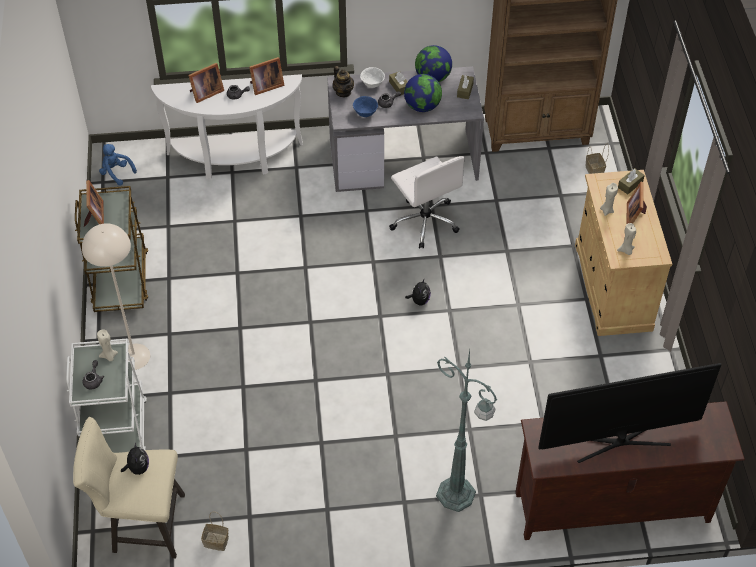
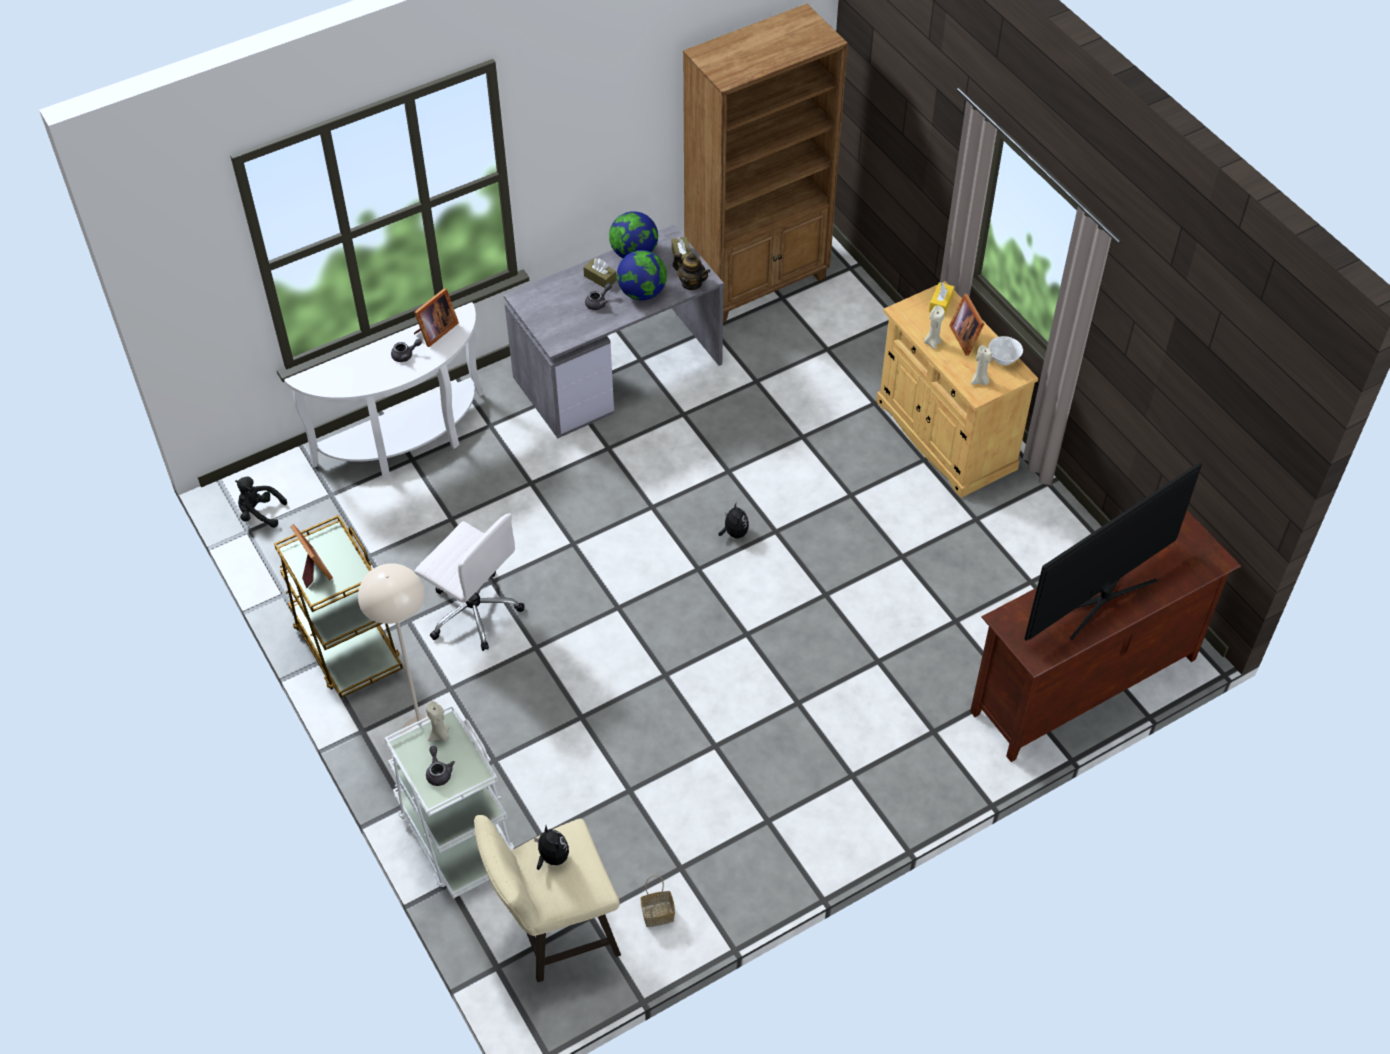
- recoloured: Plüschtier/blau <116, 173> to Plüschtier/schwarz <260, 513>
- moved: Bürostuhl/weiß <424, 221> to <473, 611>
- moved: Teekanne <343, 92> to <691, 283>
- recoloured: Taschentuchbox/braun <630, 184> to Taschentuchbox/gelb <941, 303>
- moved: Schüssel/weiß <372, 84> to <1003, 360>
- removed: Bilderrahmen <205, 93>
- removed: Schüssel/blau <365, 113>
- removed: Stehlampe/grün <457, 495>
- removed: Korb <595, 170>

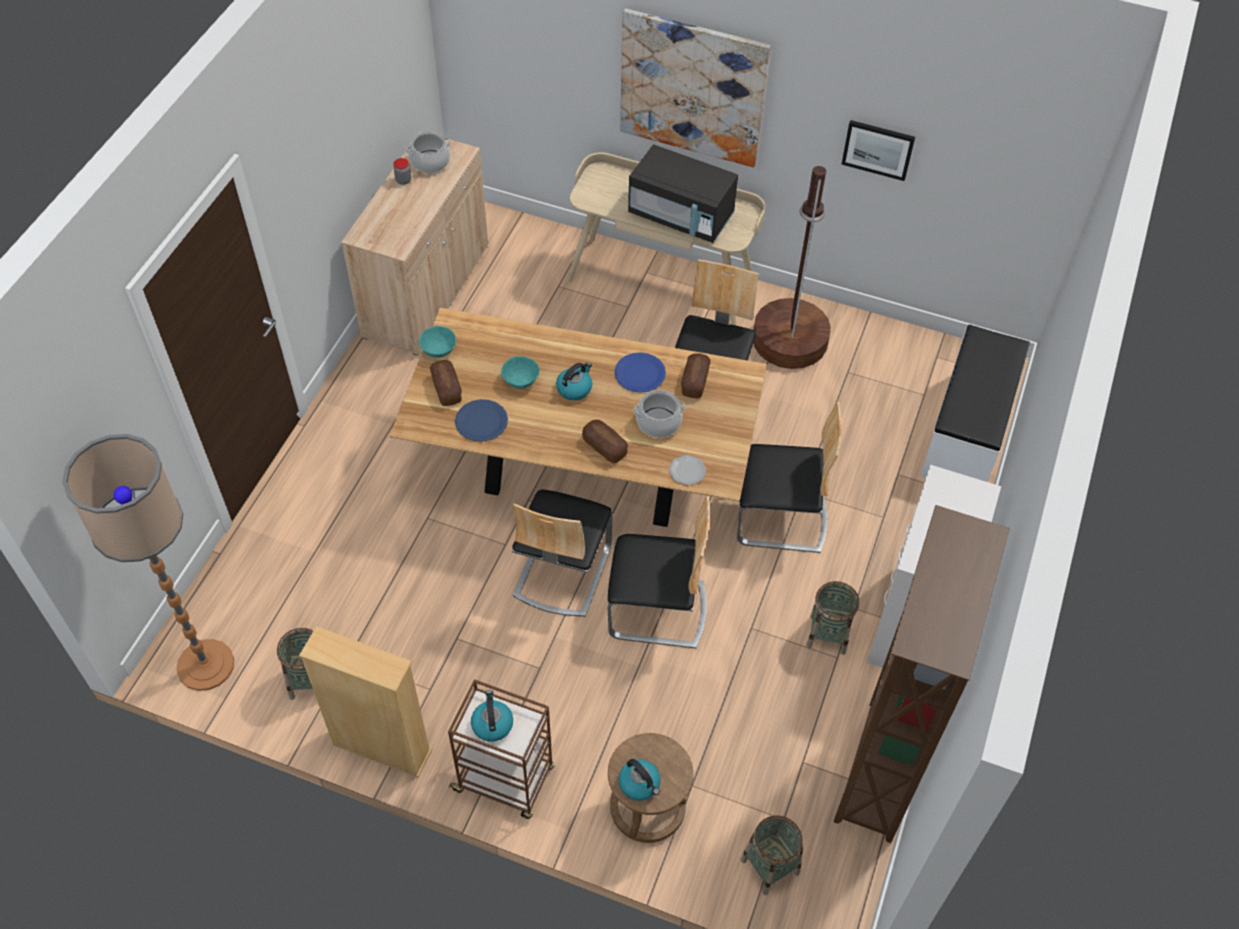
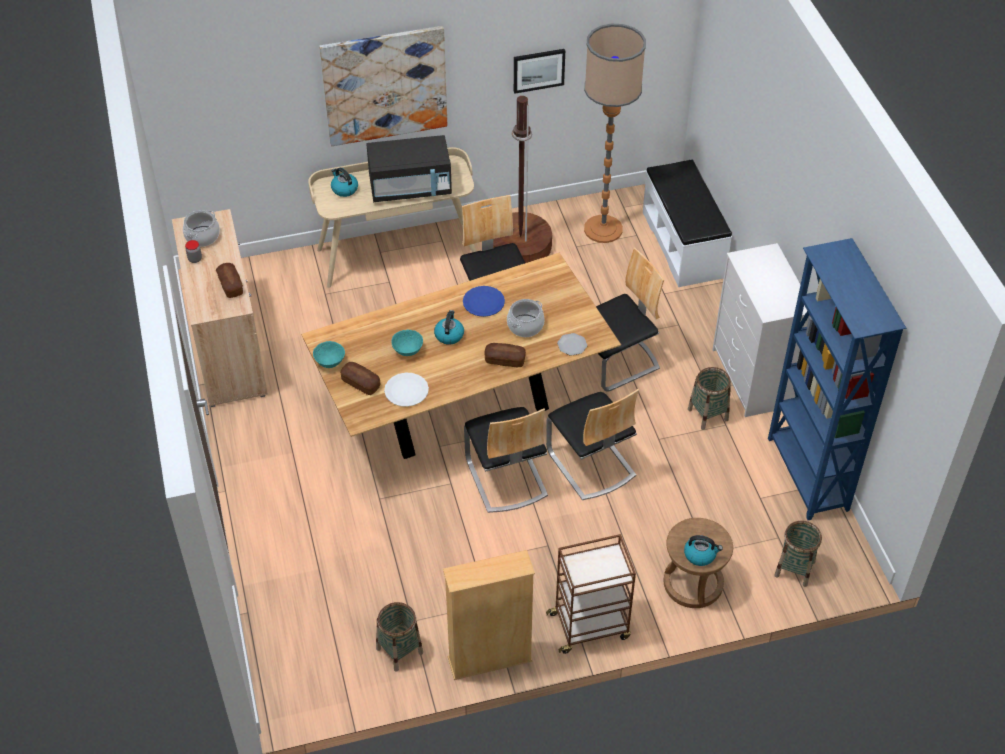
- moved: Brot <695, 381> to <230, 285>
- moved: Wasserkessel <492, 724> to <344, 189>
- recoloured: Teller/blau <481, 421> to Teller/weiß <406, 390>
- turned: Stuhl <657, 610> = <590, 464> 90 degrees clockwise
- moved: Stehlampe <205, 665> to <603, 229>
- recoloured: Bücherregal/braun <878, 770> to Bücherregal/blau <807, 475>

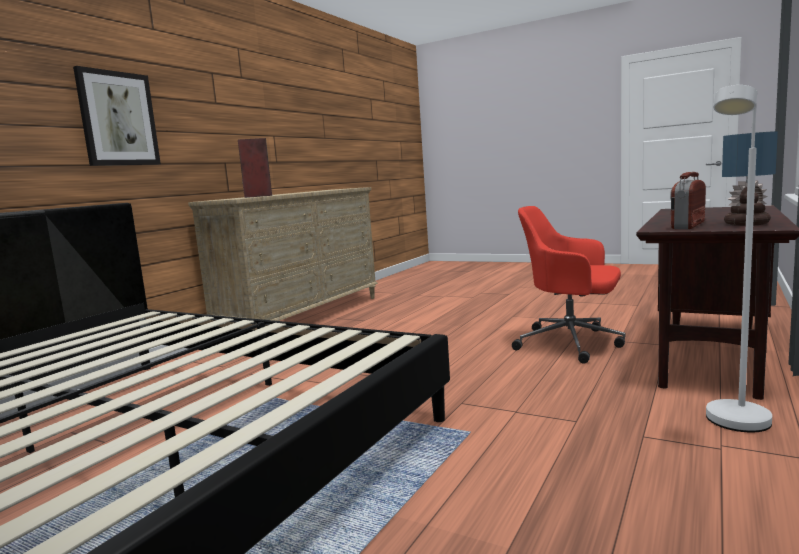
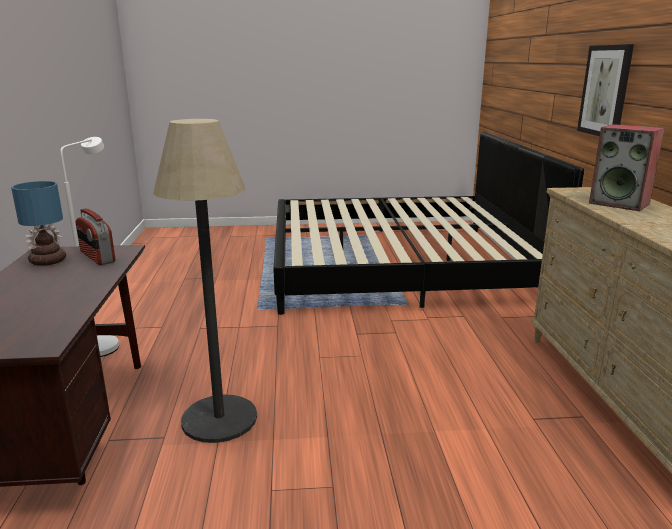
- turned: Radio <687, 226> = <97, 257> 135 degrees clockwise
- replaced: Bürostuhl/rot <571, 343> to Stehlampe <219, 419>

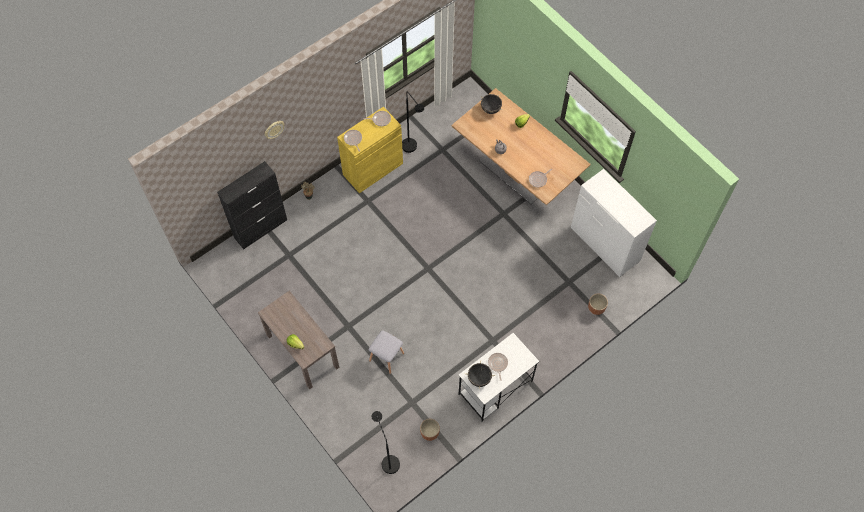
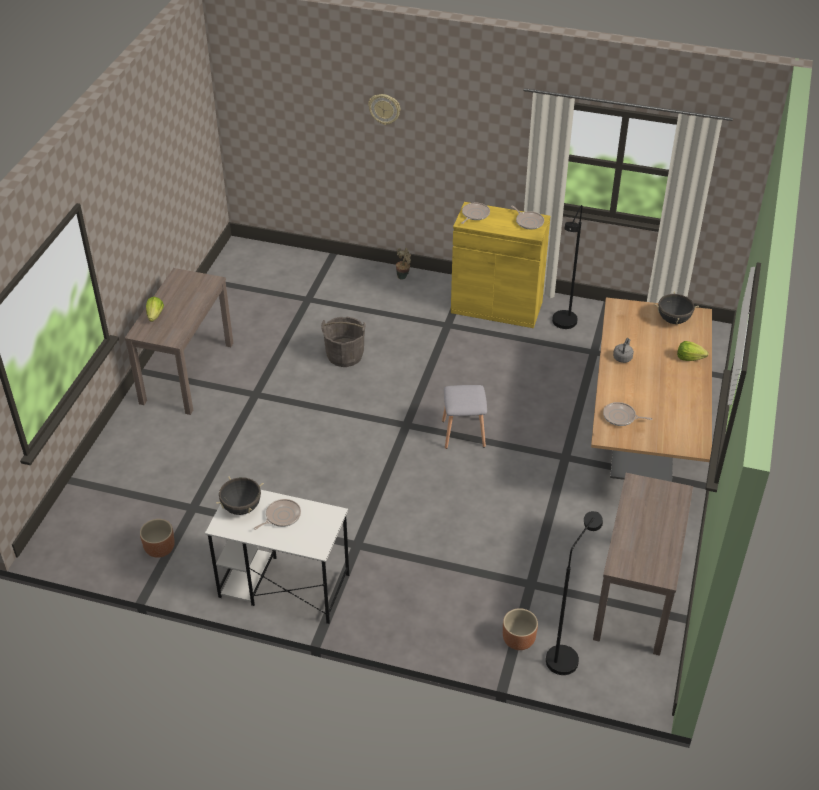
- added: Eimer/grau <345, 355>
- moved: Hocker/grau <386, 356> to <464, 433>
- moved: Stehlampe/schwarz <388, 460> to <565, 654>
- replaced: Kommode/weiß <605, 244> to Konsolentisch/braun <636, 595>
- removed: Schrank/schwarz <261, 228>

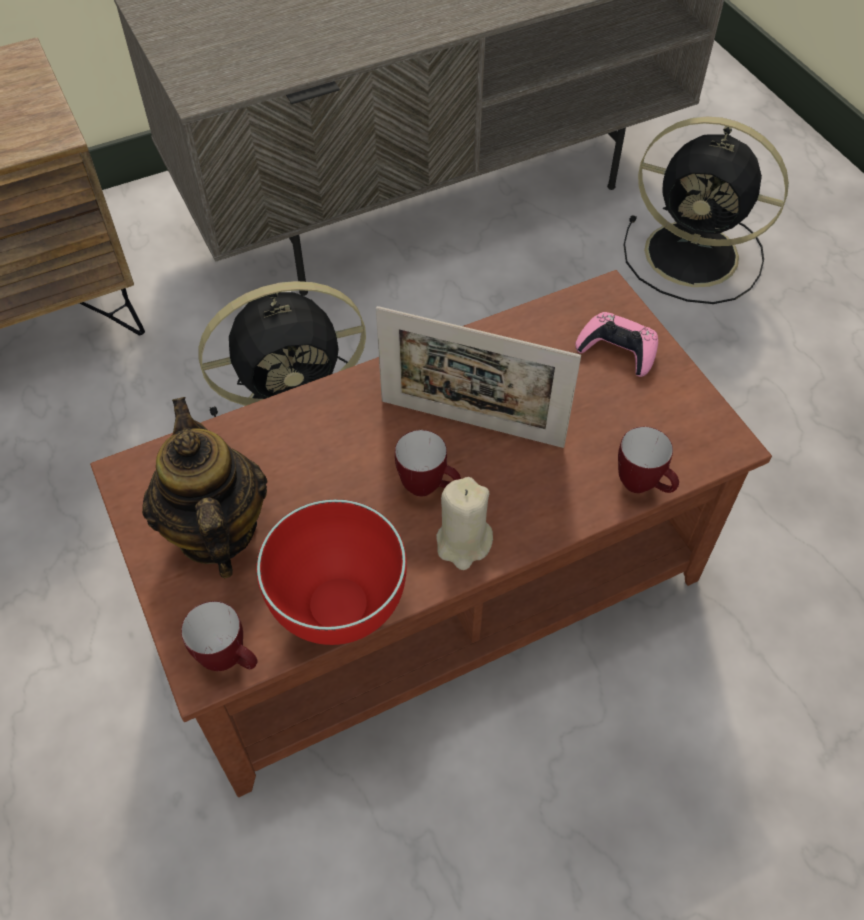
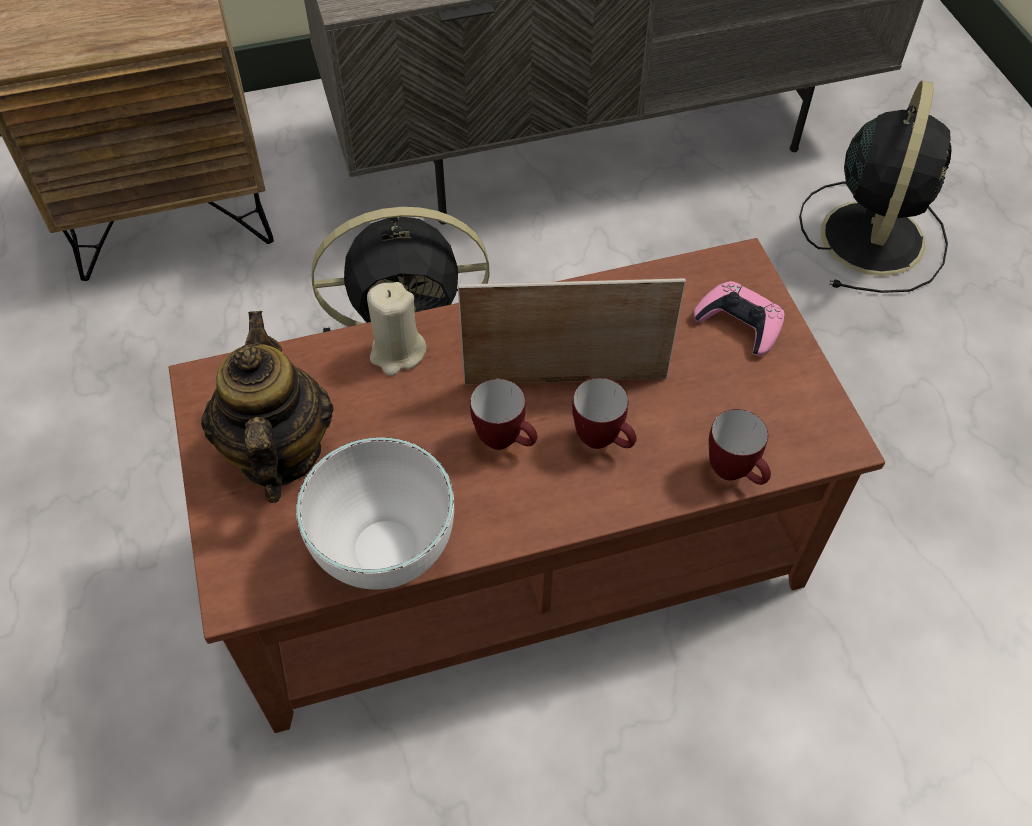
- recoloured: Schüssel/rot <336, 610> to Schüssel/weiß <382, 554>
- moved: Kerze/beige <463, 543> to <397, 353>
- turned: Bilderrahmen <471, 423> = <565, 380> 150 degrees clockwise
- moved: Henkelbecher <230, 660> to <603, 441>
- turned: Ventilator/schwarz <695, 255> = <872, 234> 105 degrees counterclockwise

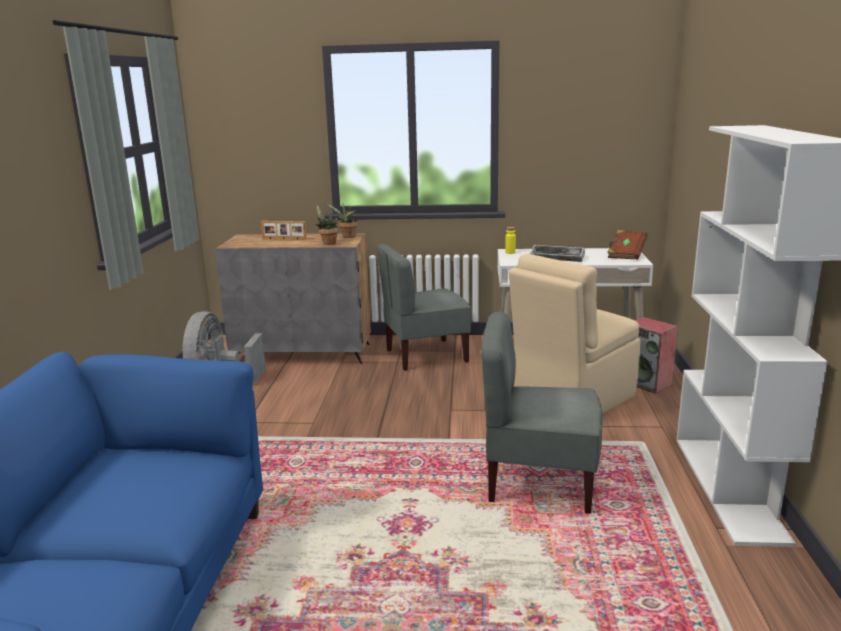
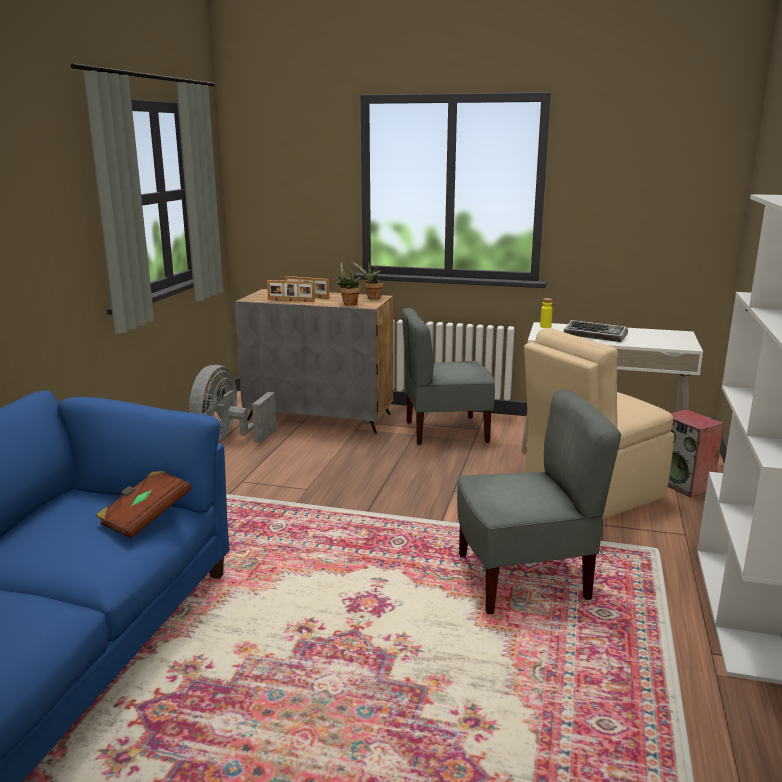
- moved: Buch/braun <625, 254> to <145, 517>
- added: Bilderrahmen <291, 300>
- turned: Stuhl/grau <538, 483> = <523, 579> 150 degrees clockwise

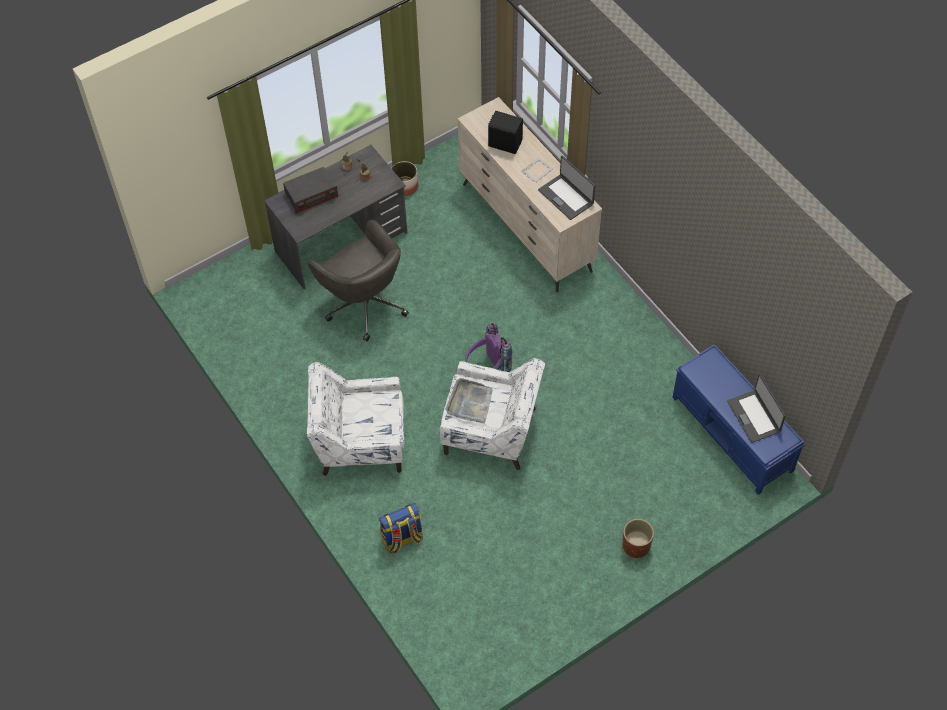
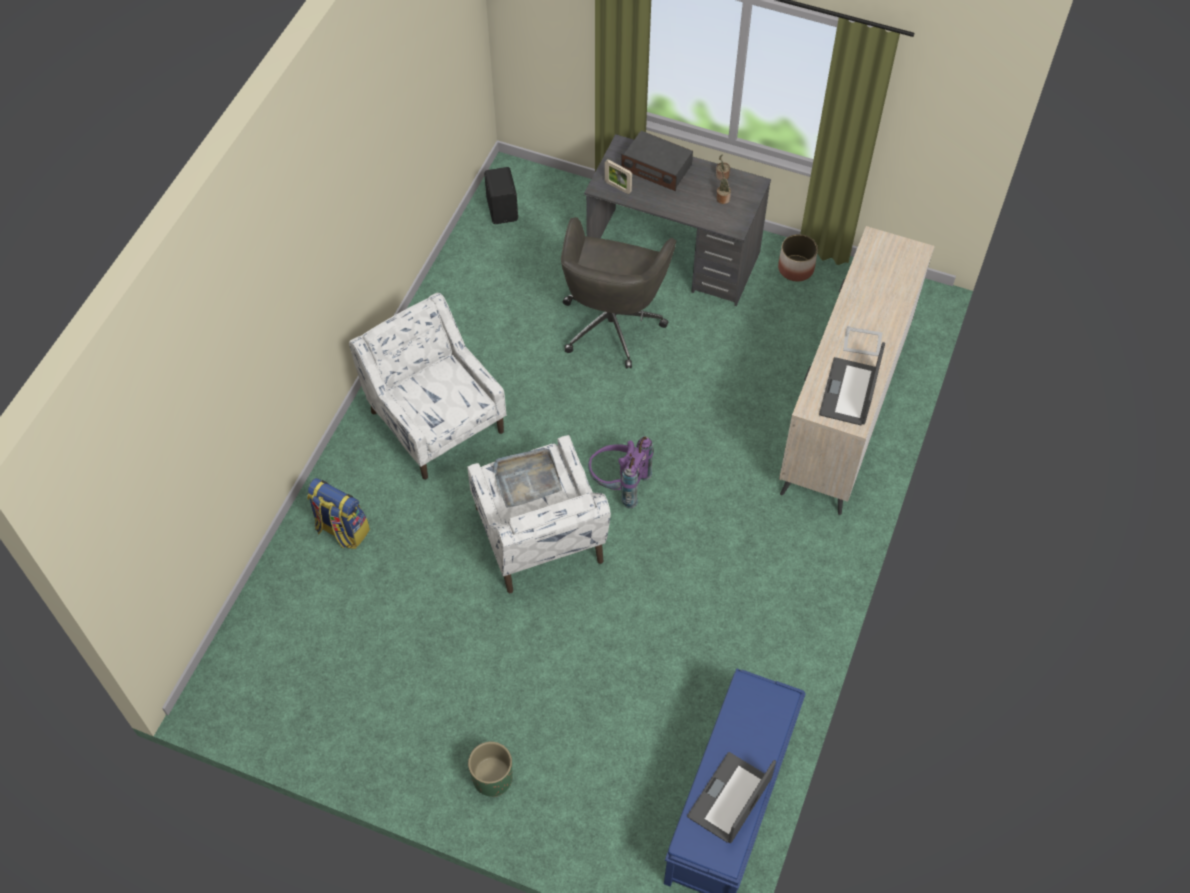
- recoloured: Pflanzkübel/braun <636, 546> to Pflanzkübel/grün <492, 778>
- moved: Lautsprecher/schwarz <505, 143> to <503, 209>
- added: Bilderrahmen <618, 187>

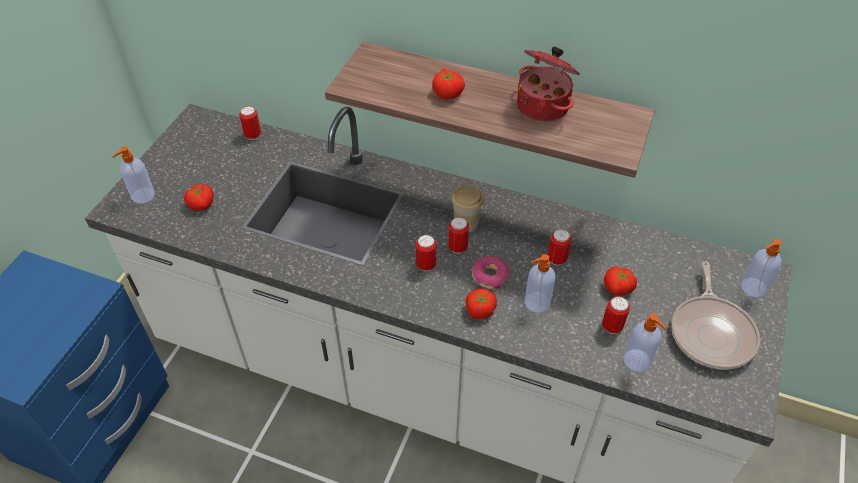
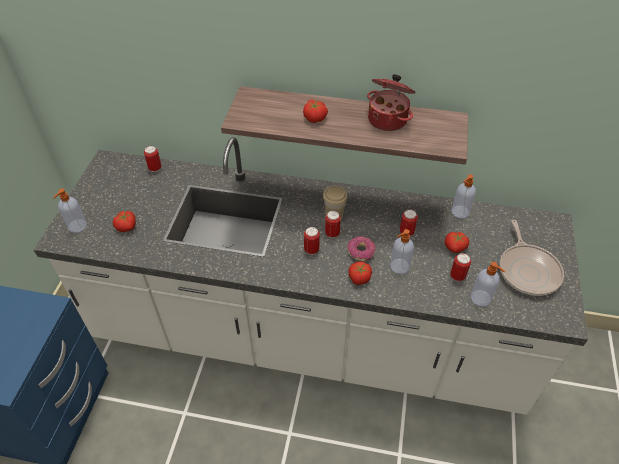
- moved: Seifenspender <752, 288> to <459, 212>

